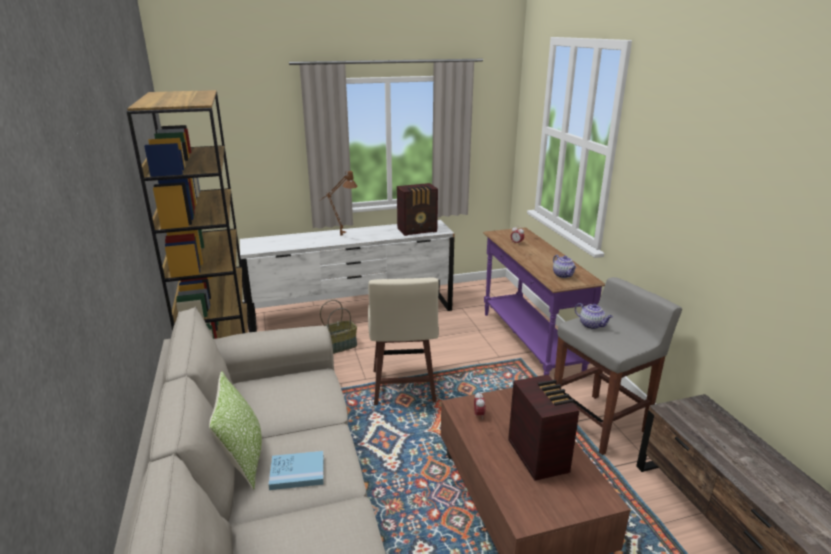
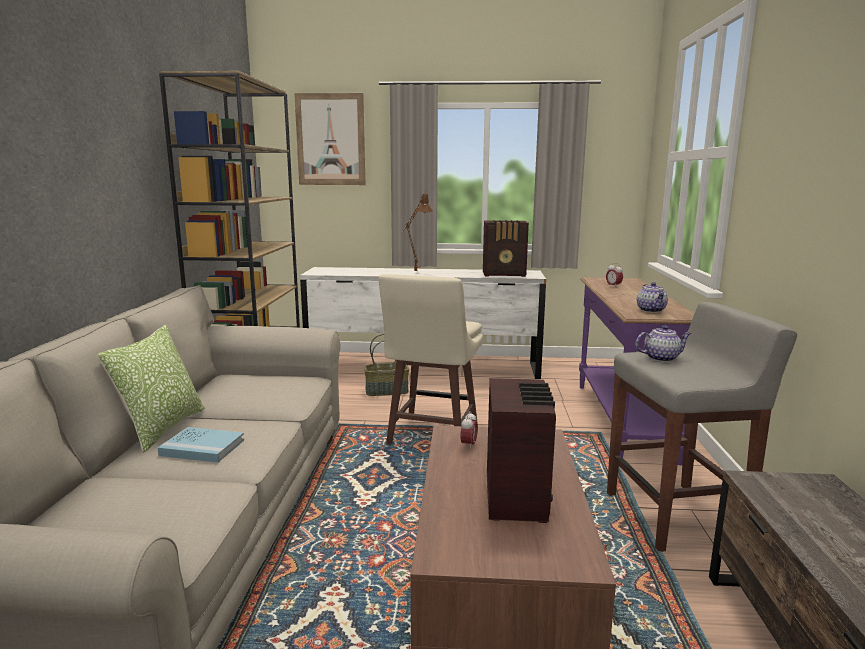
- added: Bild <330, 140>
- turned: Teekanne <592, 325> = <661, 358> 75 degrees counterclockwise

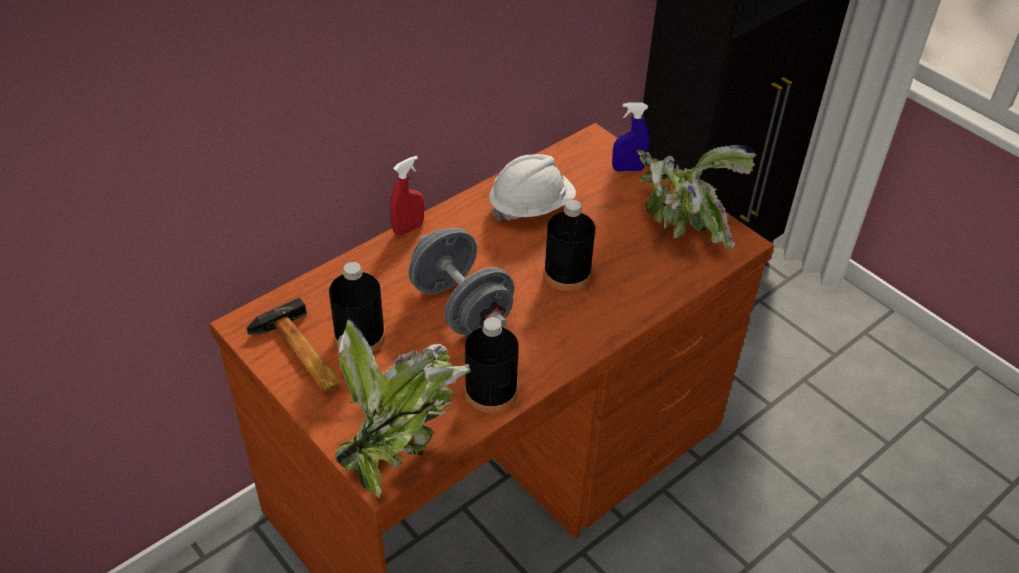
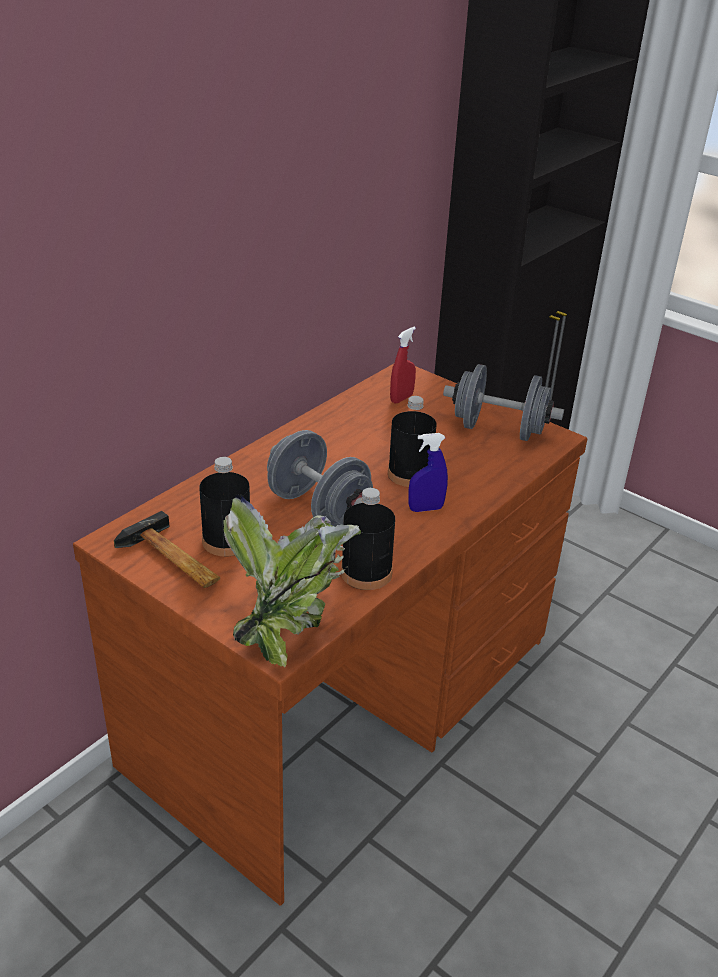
- moved: Sprühflasche/rot <408, 228> to <401, 398>
- moved: Sprühflasche/blau <628, 169> to <425, 509>
- replaced: Topfpflanze <678, 226> to Hantel/grau <499, 430>
- removed: Schutzhelm/weiß <531, 206>

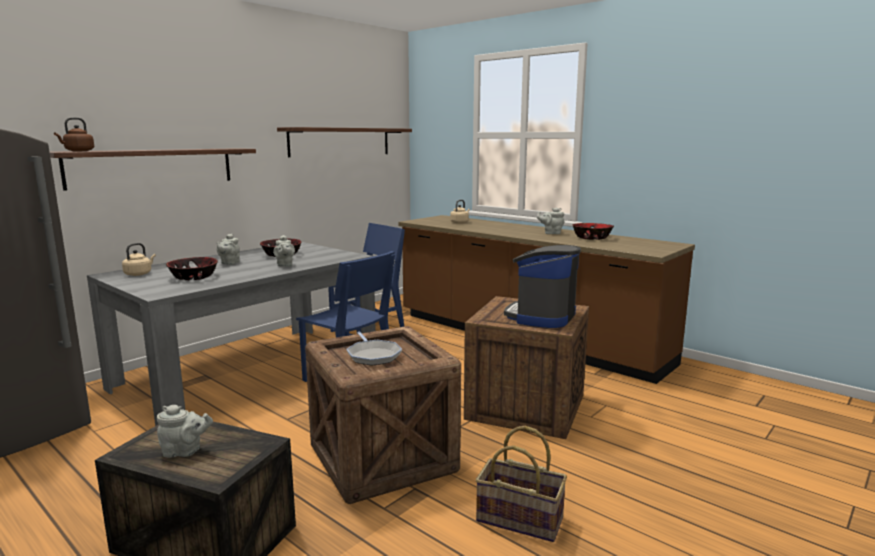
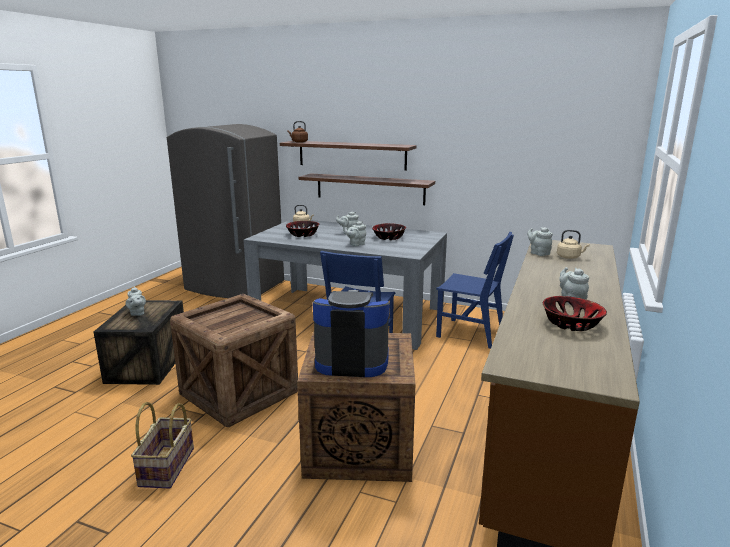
- moved: Wandregal <340, 142> to <370, 189>
- added: Teekanne/grau <538, 253>
- removed: Pfanne <373, 355>

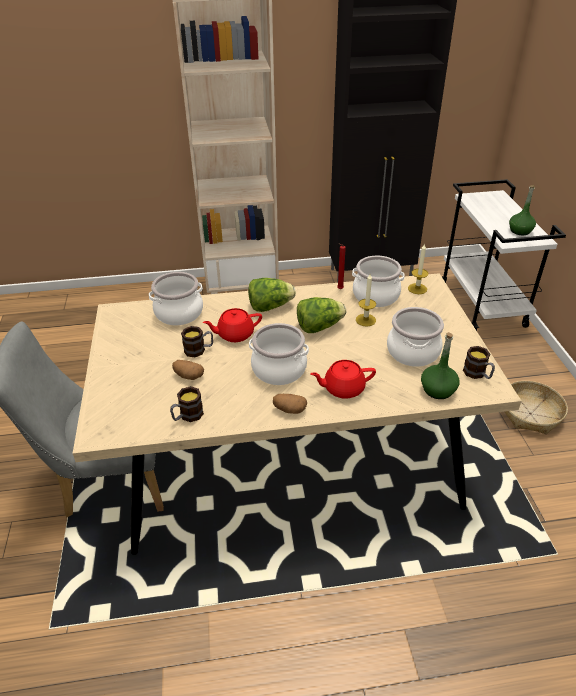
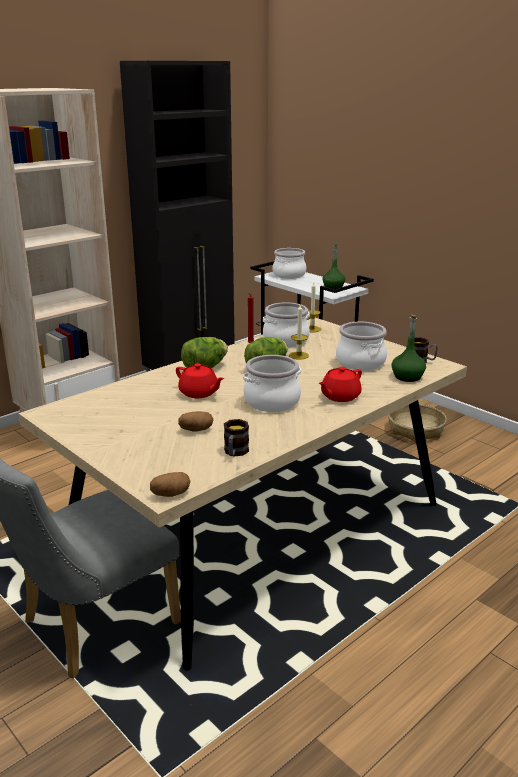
- moved: Kartoffel <289, 410> to <171, 494>
- turned: Teekanne/rot <235, 334> = <199, 393> 90 degrees counterclockwise
- moved: Kochtopf <179, 313> to <289, 275>
- removed: Henkelbecher <199, 350>

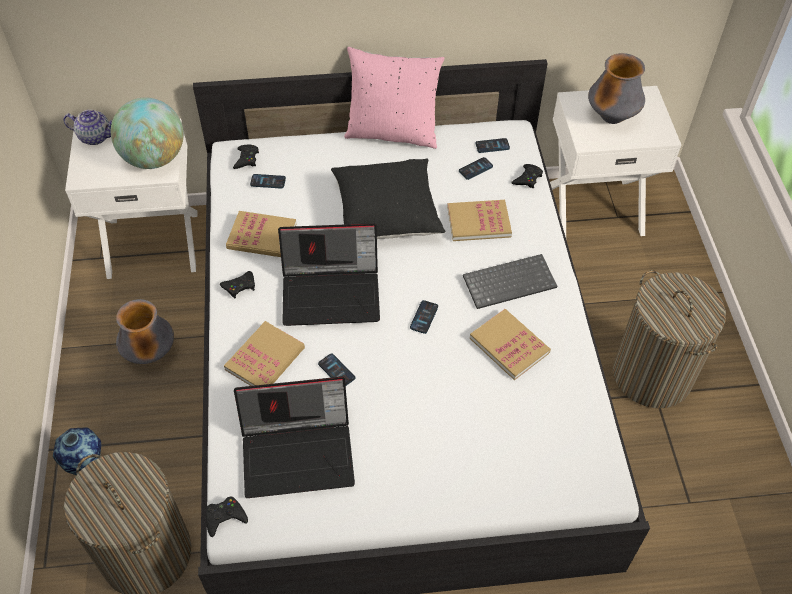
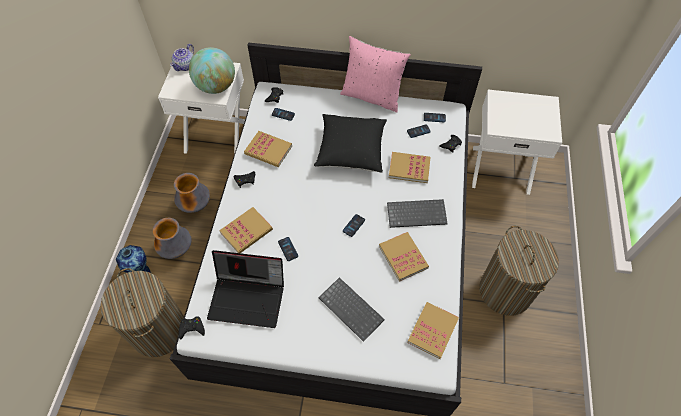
- moved: Vase <611, 118> to <177, 250>
- turned: Teekanne <95, 136> = <185, 65> 90 degrees clockwise
- added: Tastatur <352, 309>
- added: Buch <432, 330>
- removed: Laptop <332, 293>

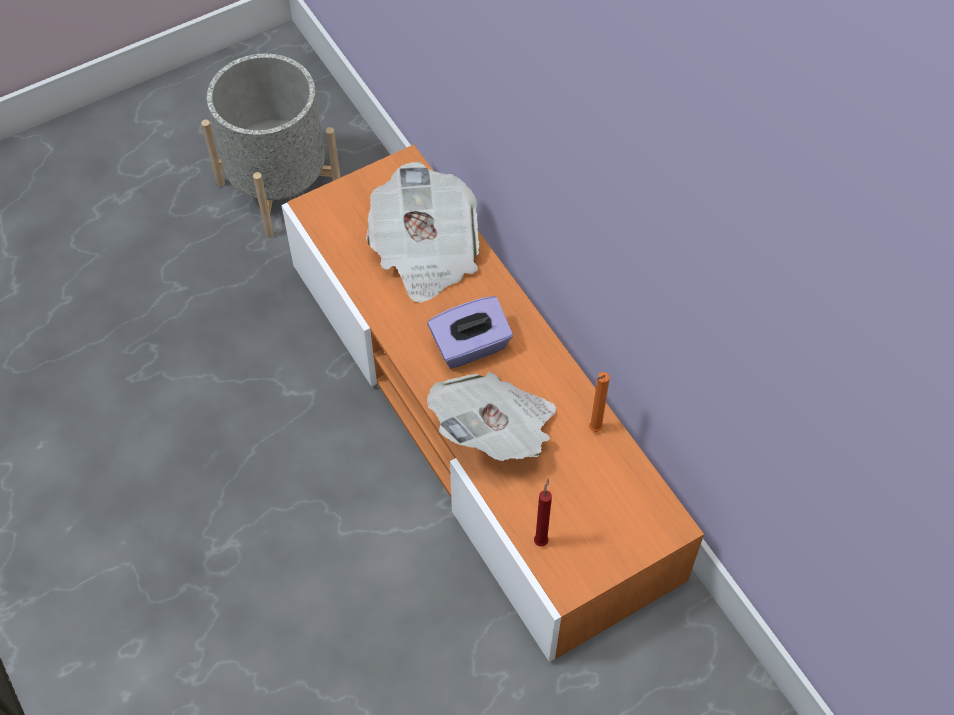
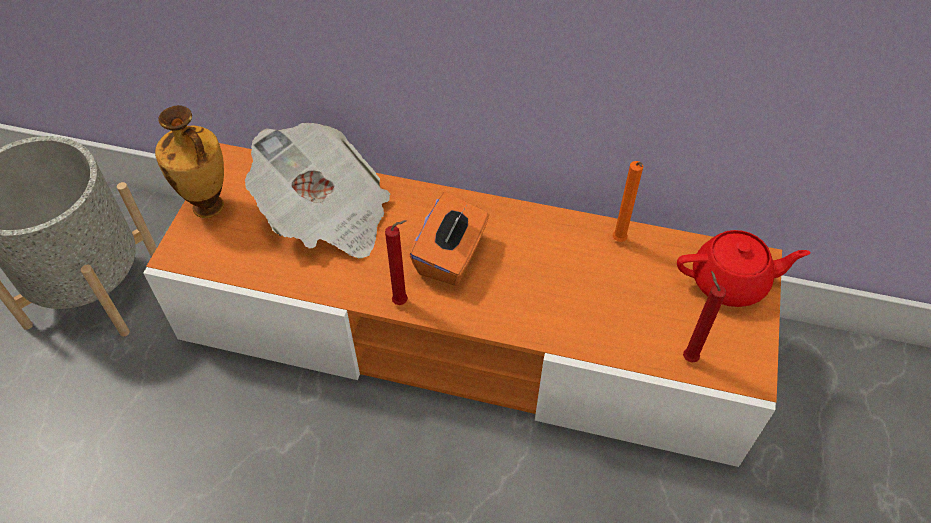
- added: Vase <209, 208>
- added: Kerze/rot <402, 302>
- recoloured: Taschentuchbox/lila <470, 346> to Taschentuchbox/orange <451, 256>
- added: Teekanne/rot <730, 282>
- removed: Zeitung <496, 431>

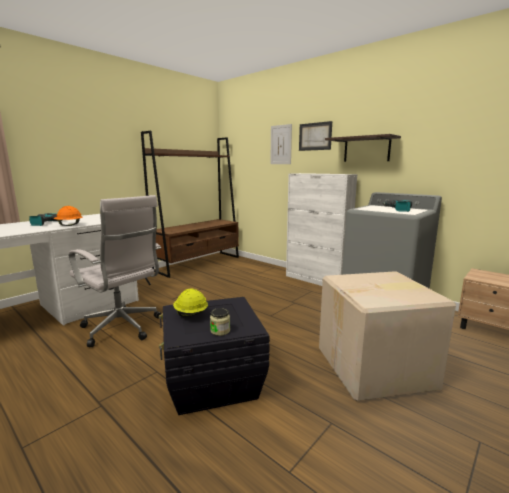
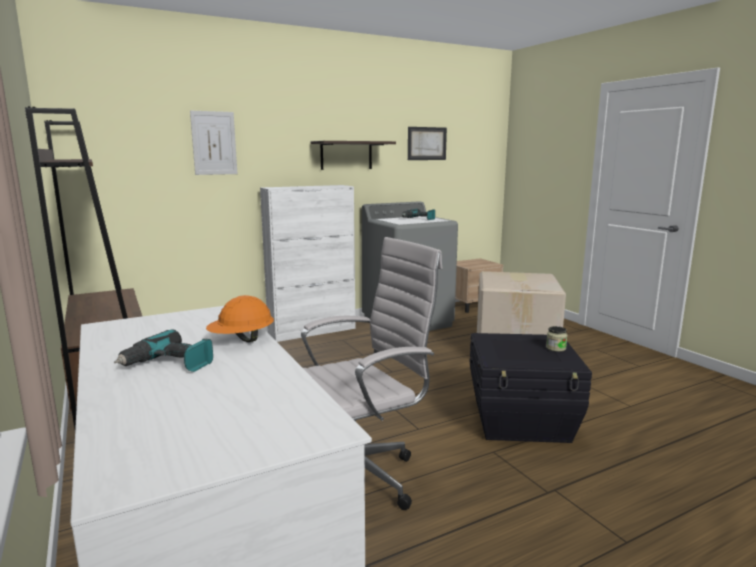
- moved: Bild <315, 136> to <426, 143>
- removed: Schutzhelm/gelb <190, 314>

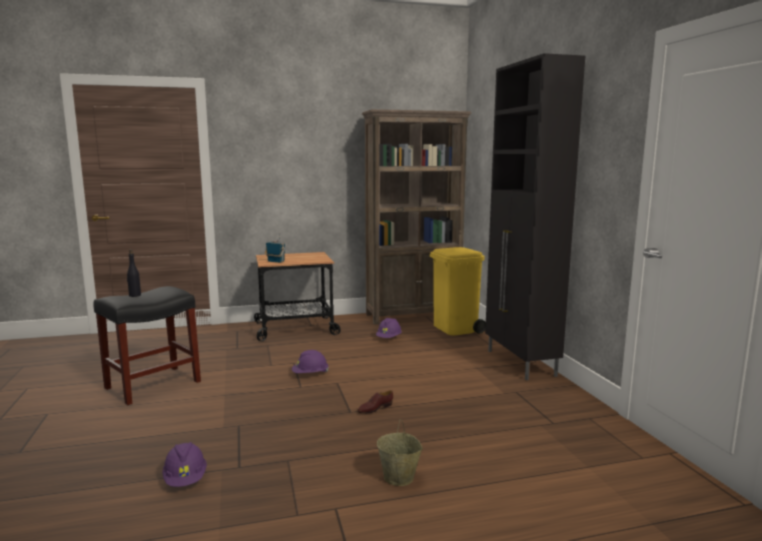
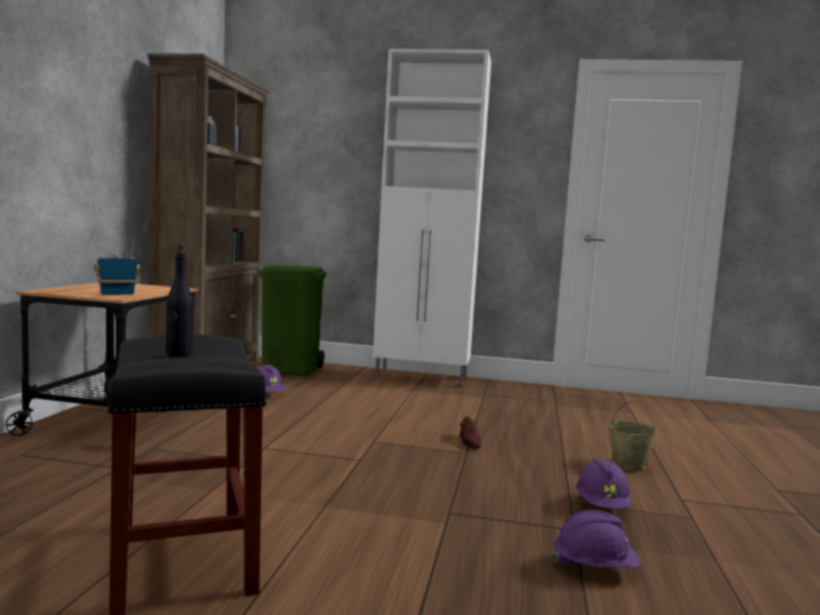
- recoloured: Mülleimer/gelb <456, 329> to Mülleimer/grün <291, 370>
- recoloured: Schrank/schwarz <520, 363> to Schrank/weiß <422, 378>
- moved: Schutzhelm/lila <310, 374> to <602, 506>

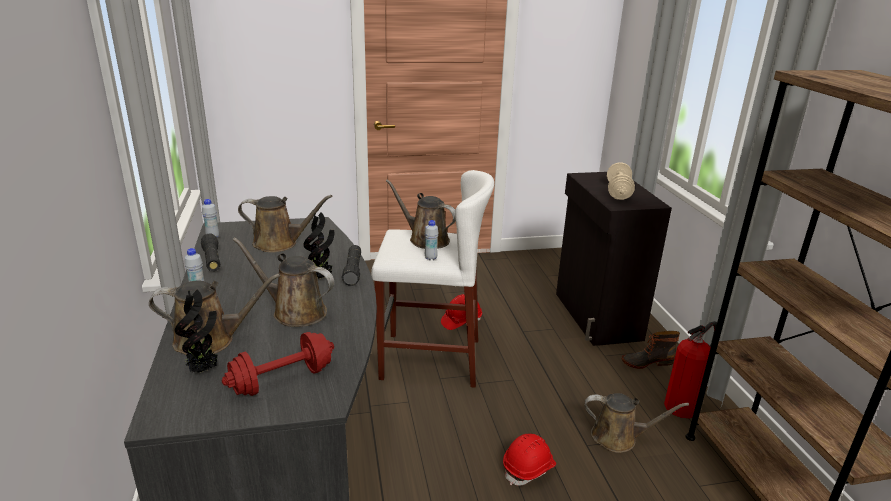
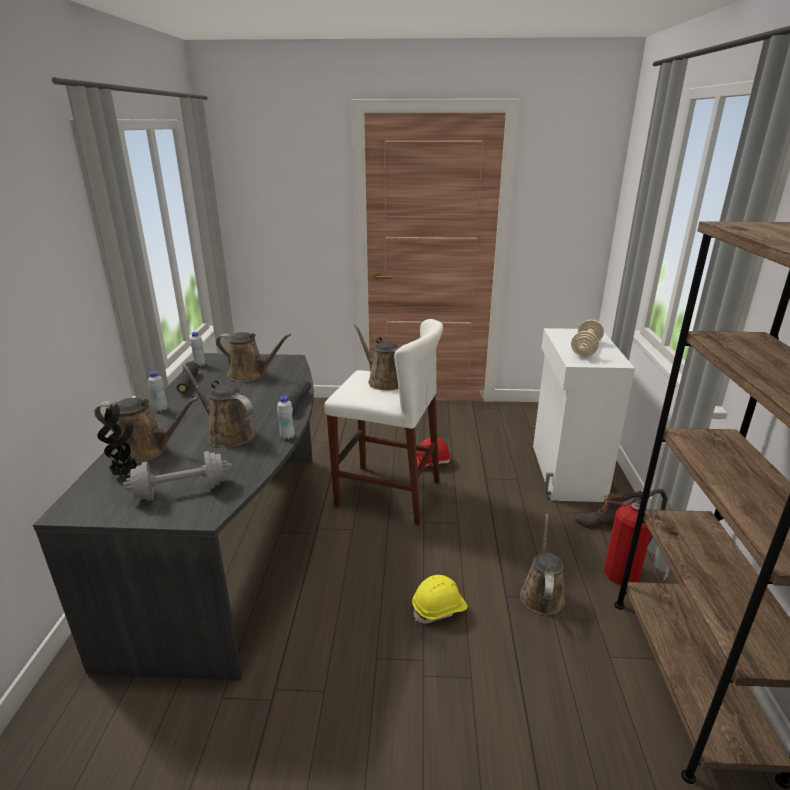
- recoloured: Hantel/rot <282, 380> to Hantel/grau <182, 491>
- moved: Flasche/weiß <430, 258> to <287, 437>
- recoloured: Schutzhelm/rot <529, 468> to Schutzhelm/gelb <439, 609>
- turned: Gießkanne/braun <618, 437> = <541, 593> 105 degrees counterclockwise
- recoloured: Schrank/schwarz <596, 316> to Schrank/weiß <565, 472>
- removed: Topfpflanze <321, 278>

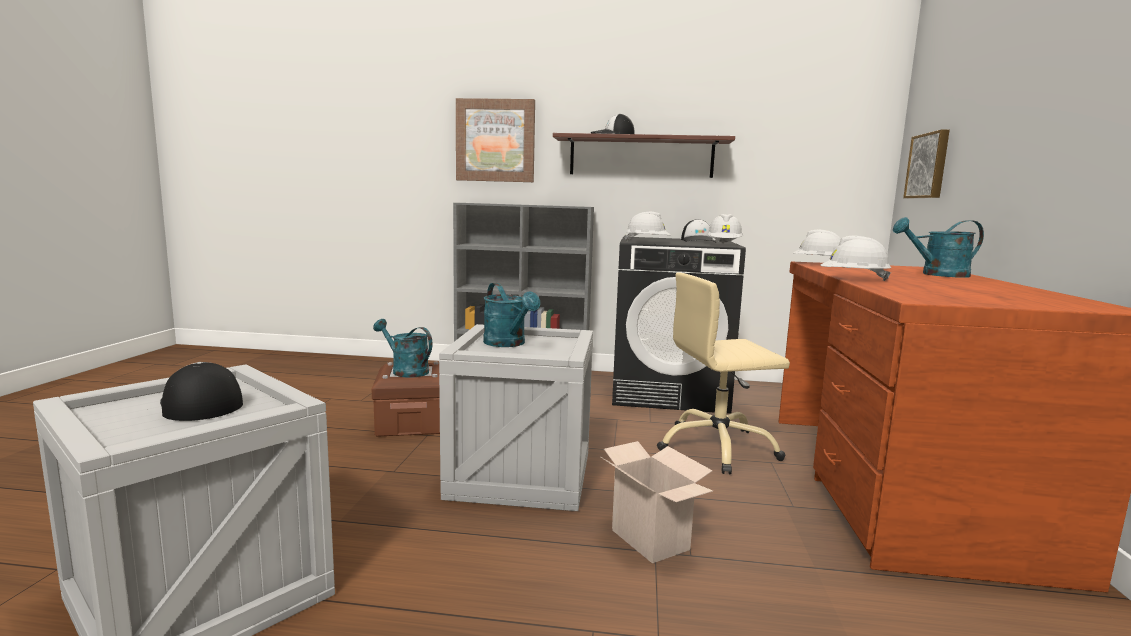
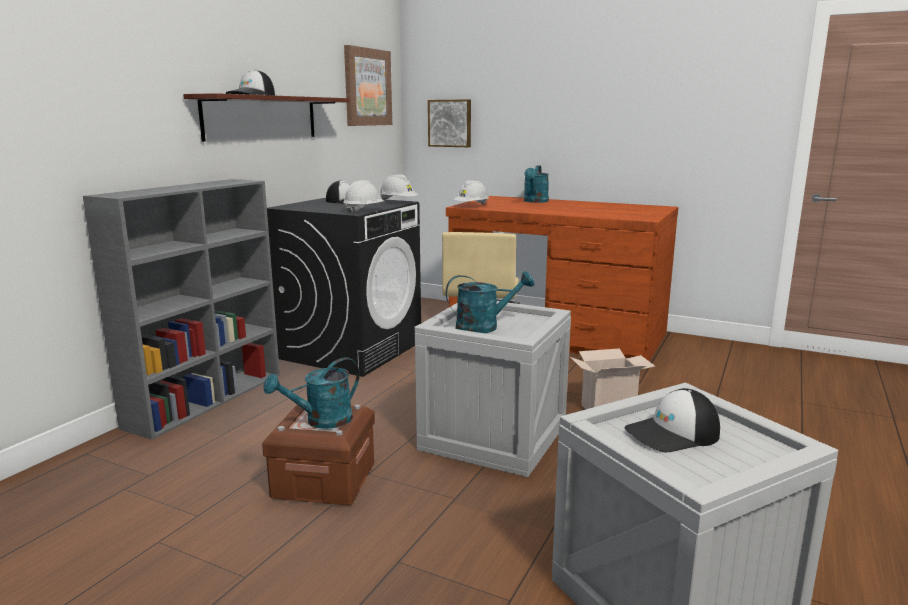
- moved: Bild <495, 141> to <367, 87>
- removed: Schutzhelm/weiß <853, 279>

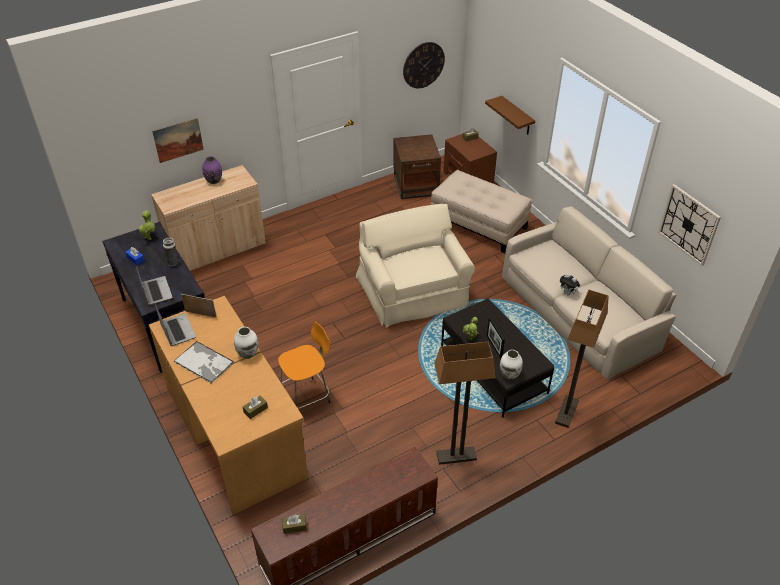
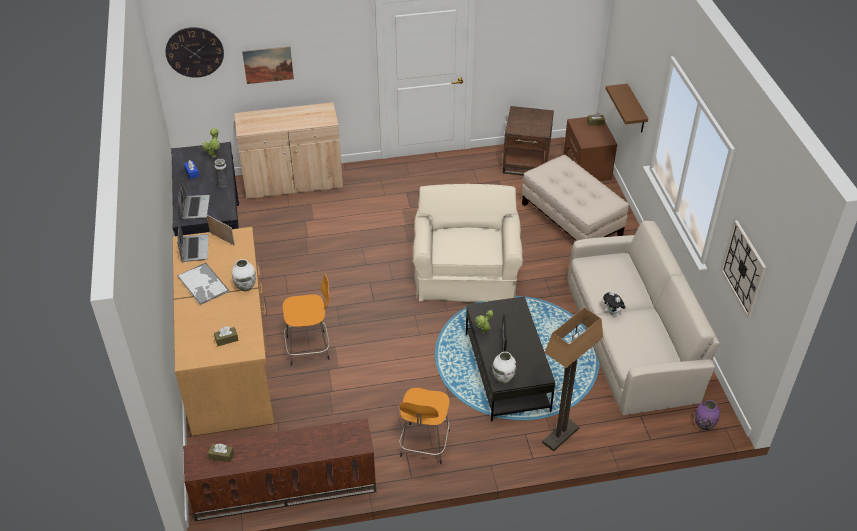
- moved: Wanduhr <423, 65> to <194, 52>
- replaced: Stehlampe <456, 456> to Hocker/orange <424, 445>
- moved: Vase/lila <214, 181> to <704, 425>

